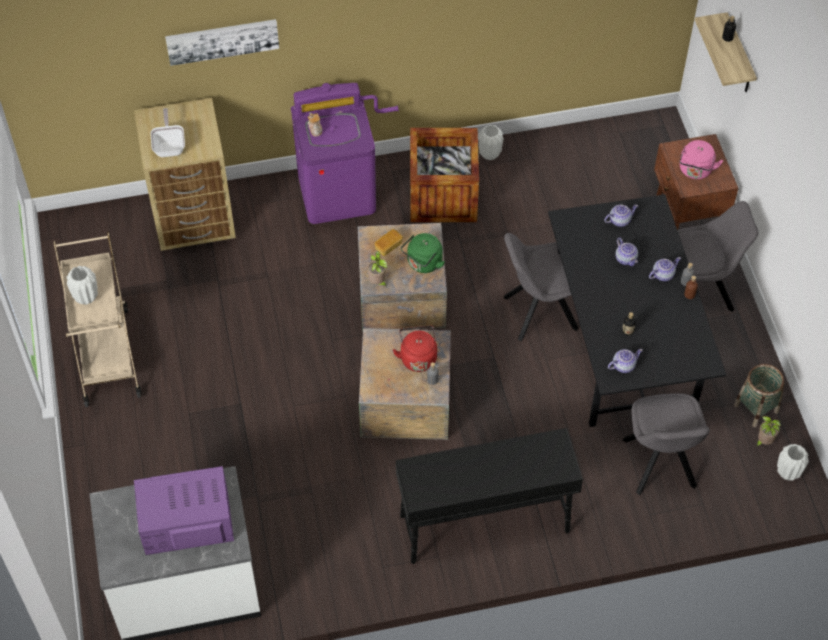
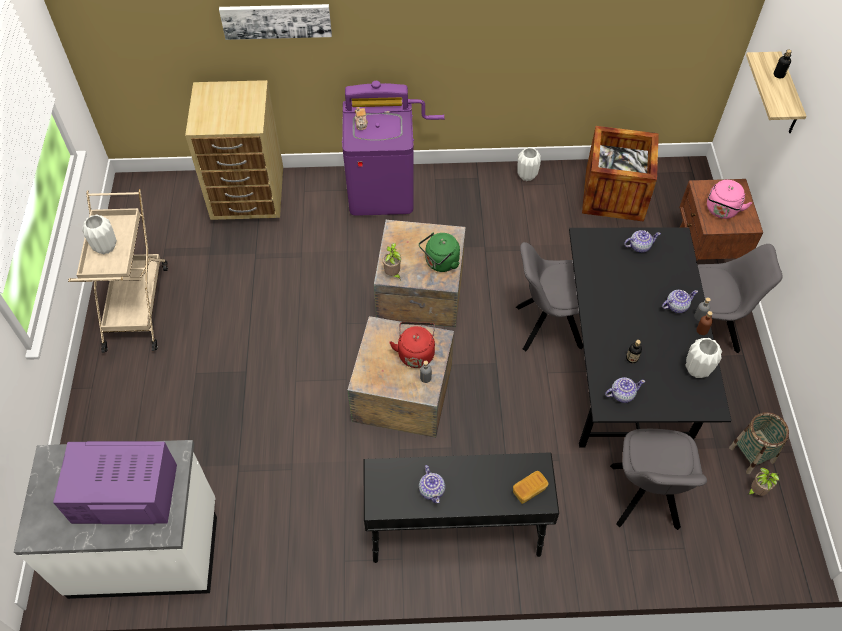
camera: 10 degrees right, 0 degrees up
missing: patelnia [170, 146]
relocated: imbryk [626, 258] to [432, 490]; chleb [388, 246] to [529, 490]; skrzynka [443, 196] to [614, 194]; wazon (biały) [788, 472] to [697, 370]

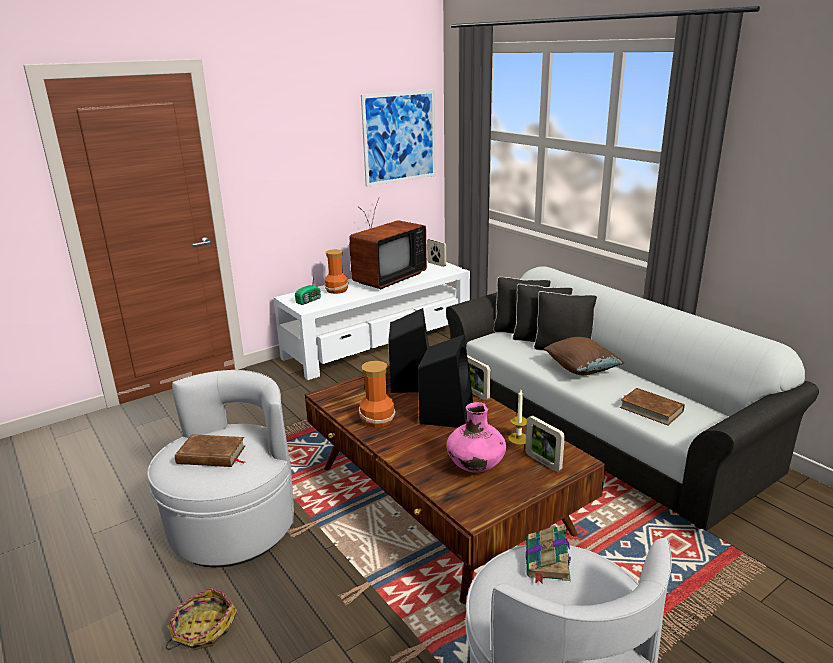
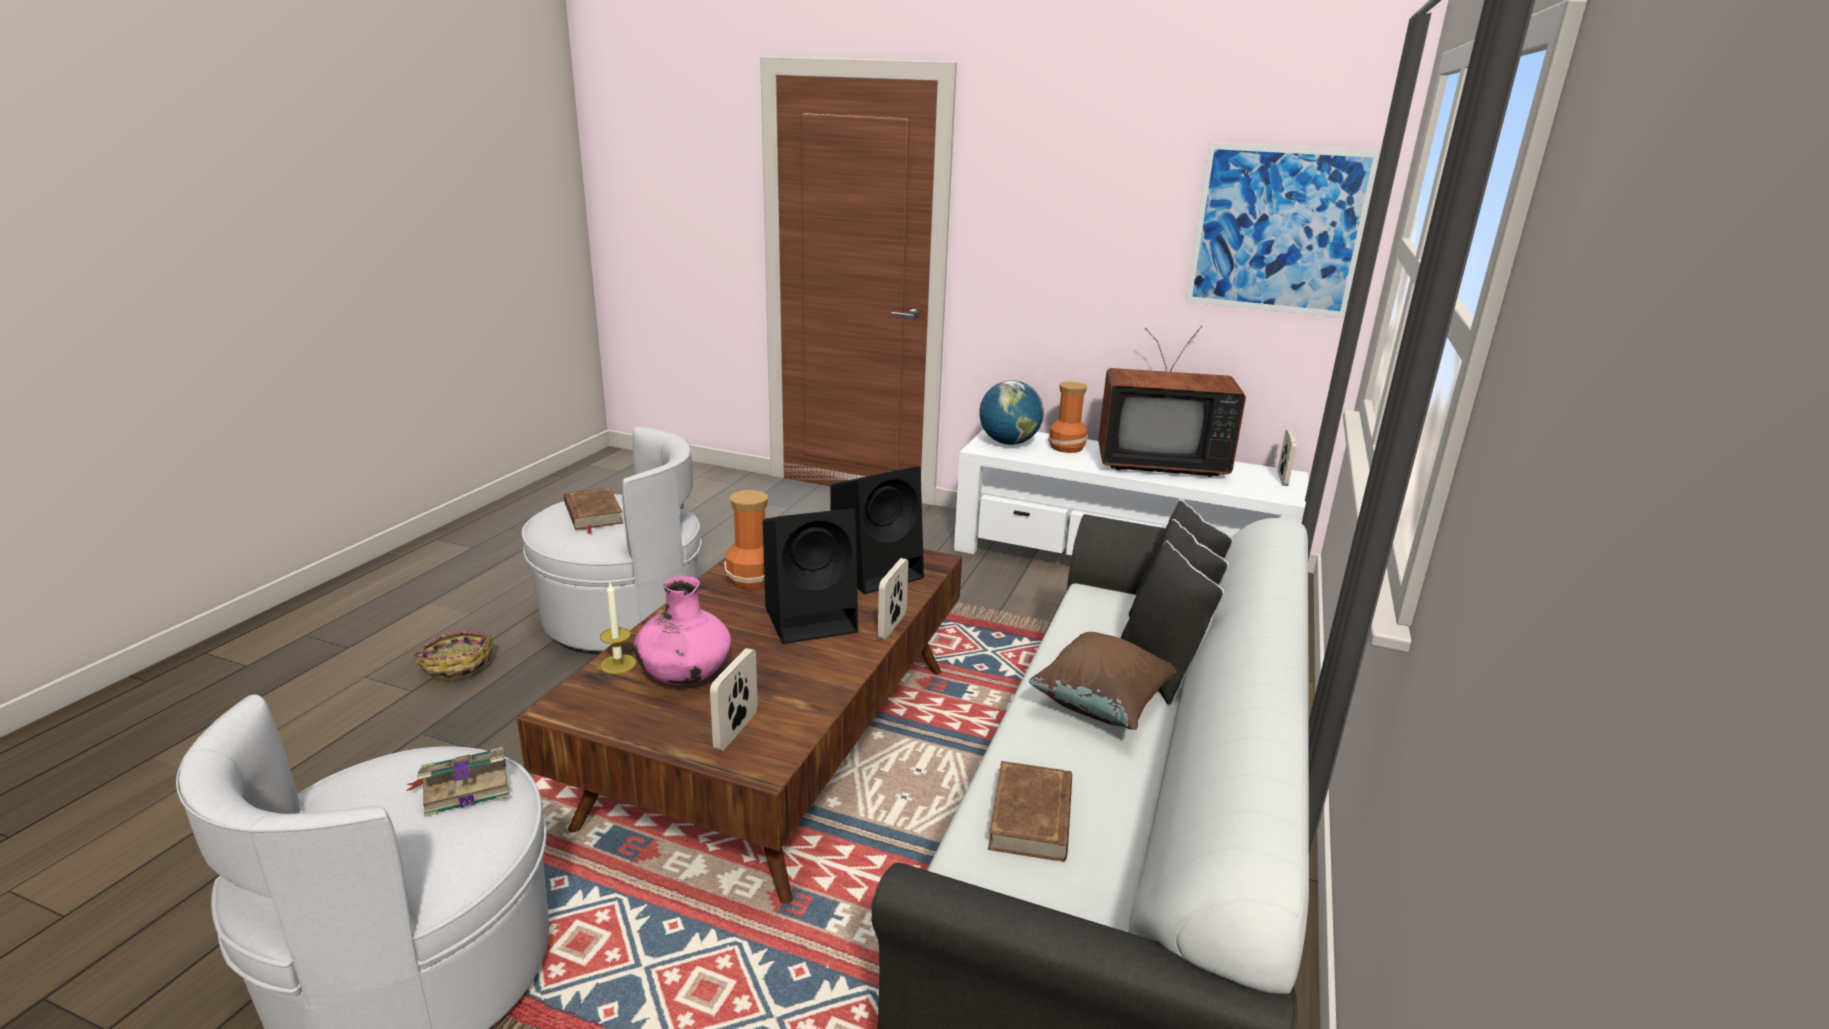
camera: 55 degrees right, 0 degrees up
relocated: świeca [518, 438] to [618, 664]
exchanged: radio [309, 300] to globus [1008, 443]

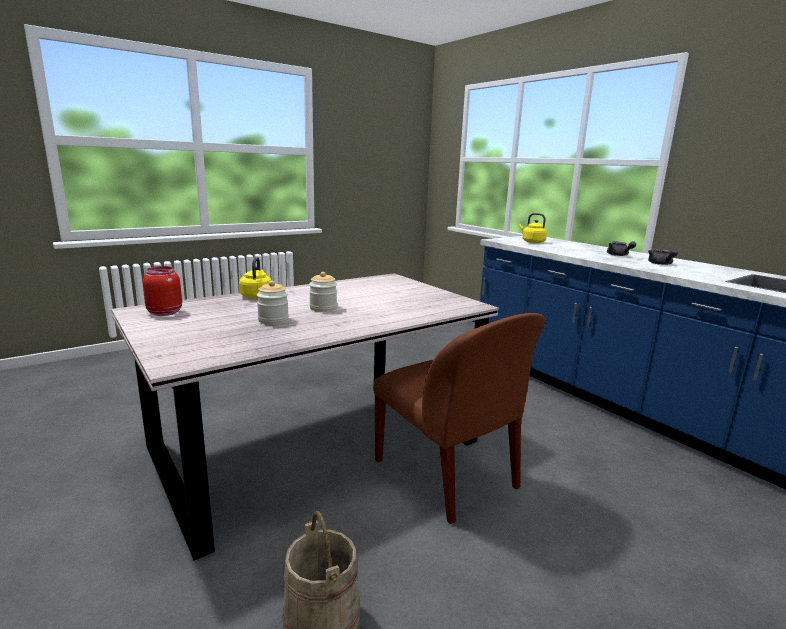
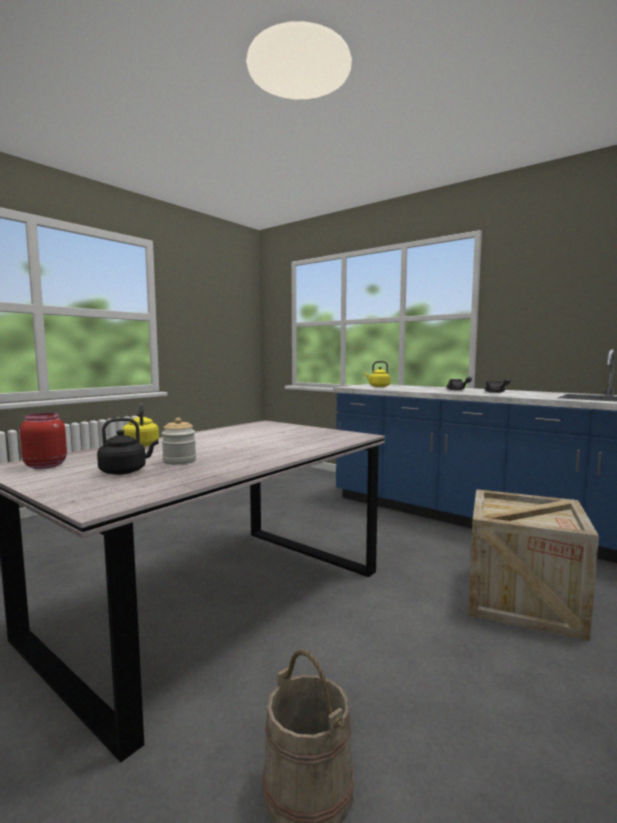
camera: 15 degrees left, 10 degrees down
missing: słoik [323, 308]; krzesło (brązowy) [447, 475]
appeared: czajnik (czarny) [125, 471]; skrzynka [522, 600]

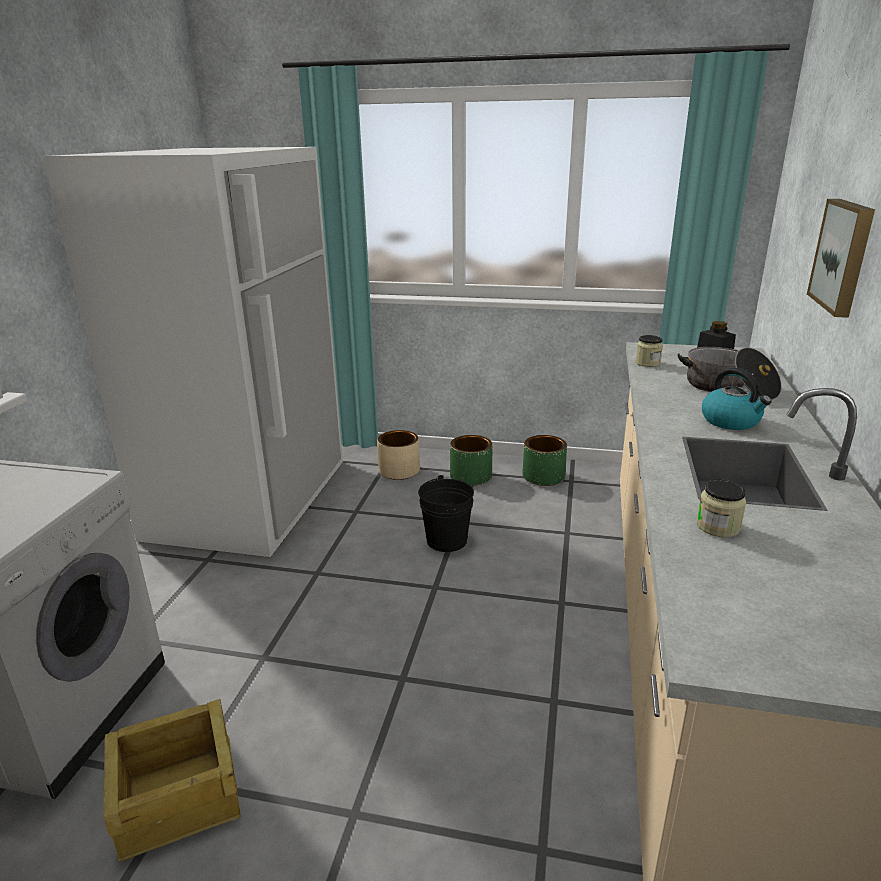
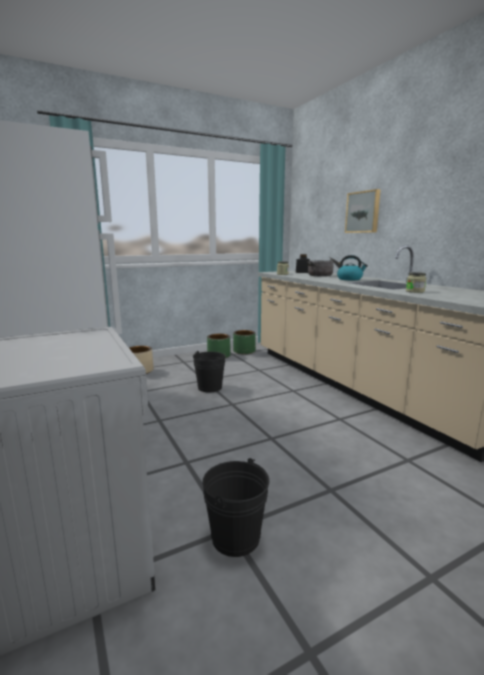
camera: 40 degrees left, 10 degrees down
relocated: donica (zielony) [471, 477] to [244, 351]
exchanged: skrzynka [177, 796] to wiadro (czarny) [235, 537]

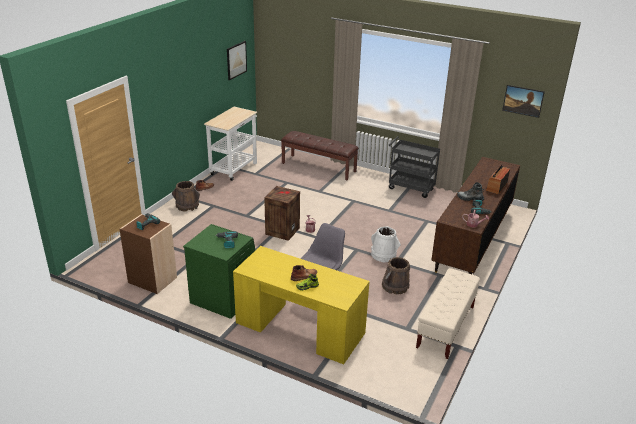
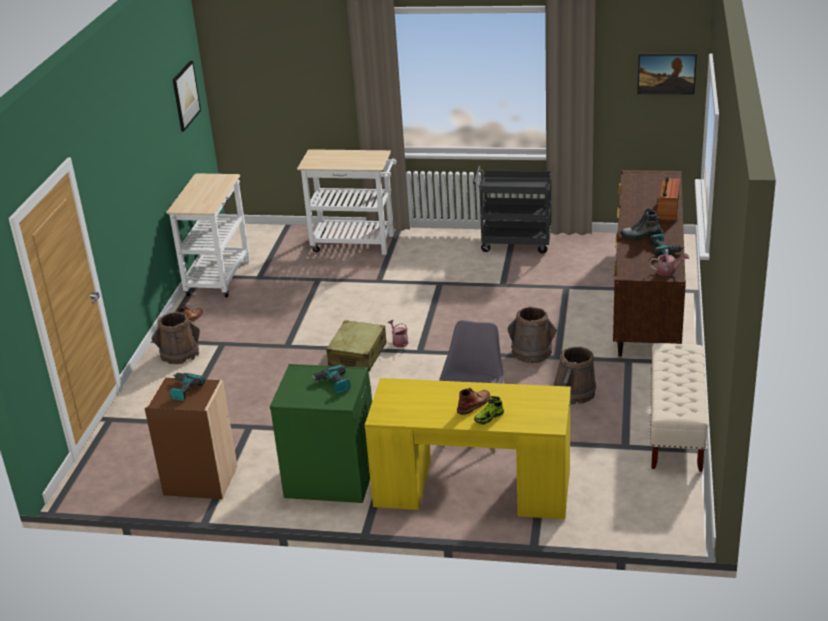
camera: 15 degrees left, 0 degrees up
exchanged: ławka (brązowy) [319, 167] to wózek (biały) [354, 243]; skrzynka [282, 230] to walizka (beżowy) [358, 354]
colour: wiadro (biały) [383, 255] to wiadro (brązowy) [532, 352]

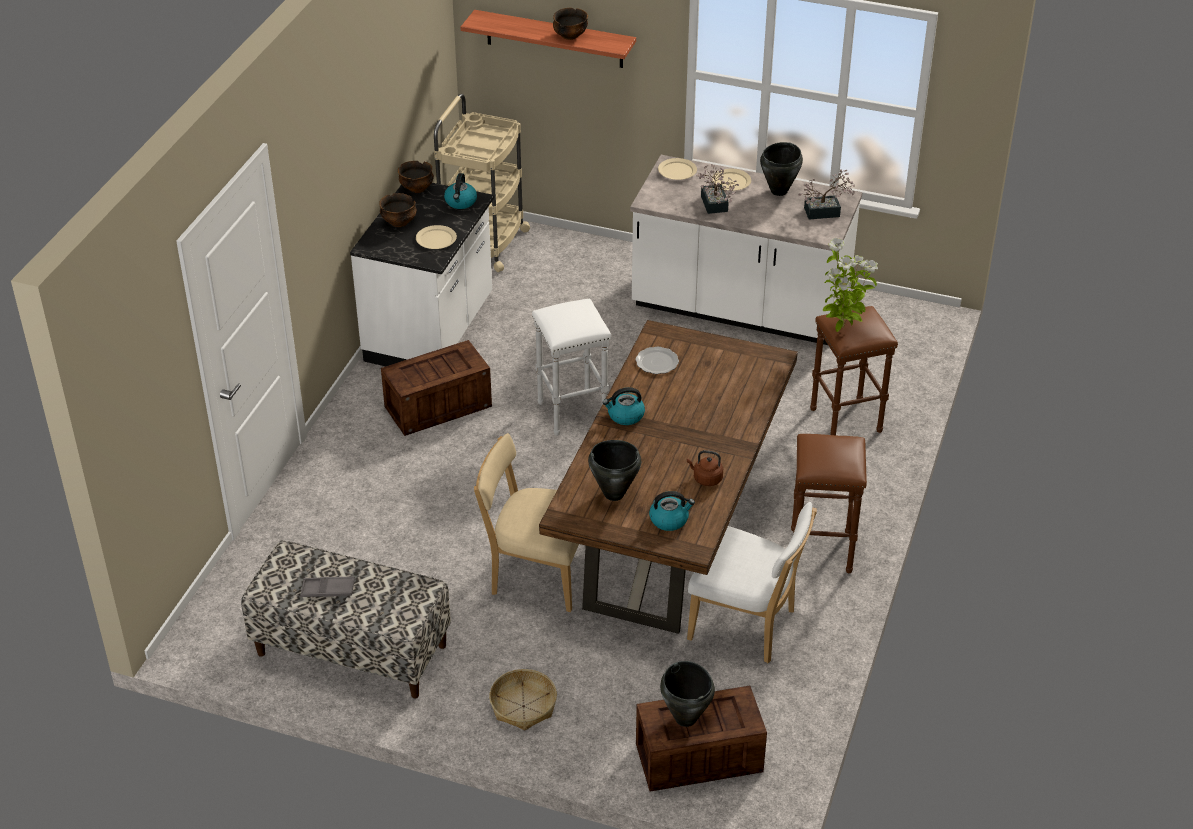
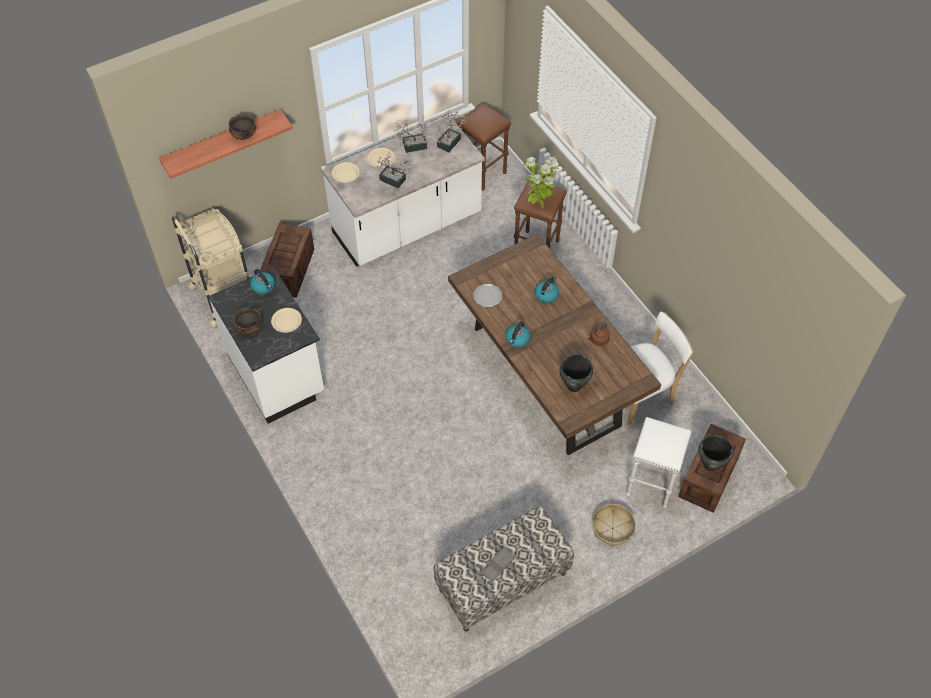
camera: 50 degrees left, 15 degrees up
missing: miska [417, 188]; krzesło (beżowy) [537, 575]
relocated: skrzynka [439, 406] to [289, 269]; stołek (brązowy) [822, 551] to [484, 172]; czajnik [669, 519] to [546, 294]; stołek (biały) [573, 411] to [650, 483]
exchanged: garnek (czarny) [779, 191] to roślina doniczkowa [412, 146]

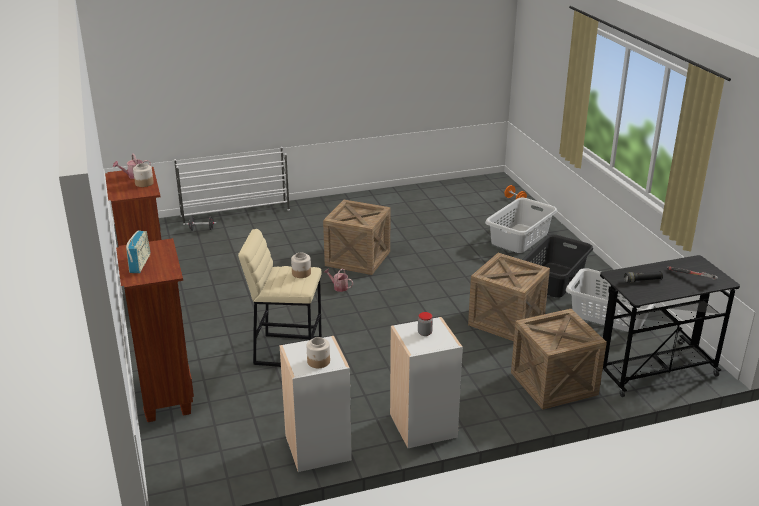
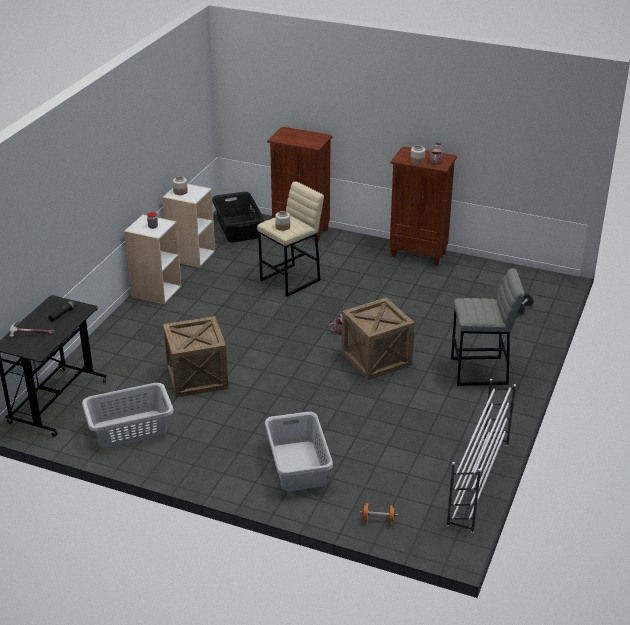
camera: 130 degrees right, 5 degrees up
missing: radio [140, 264]; skrzynka [554, 383]
appeared: stołek (szary) [481, 371]
relocated: kosz na pranie (czarny) [553, 280] to [238, 228]; regał na buty (biały) [236, 213] to [478, 484]

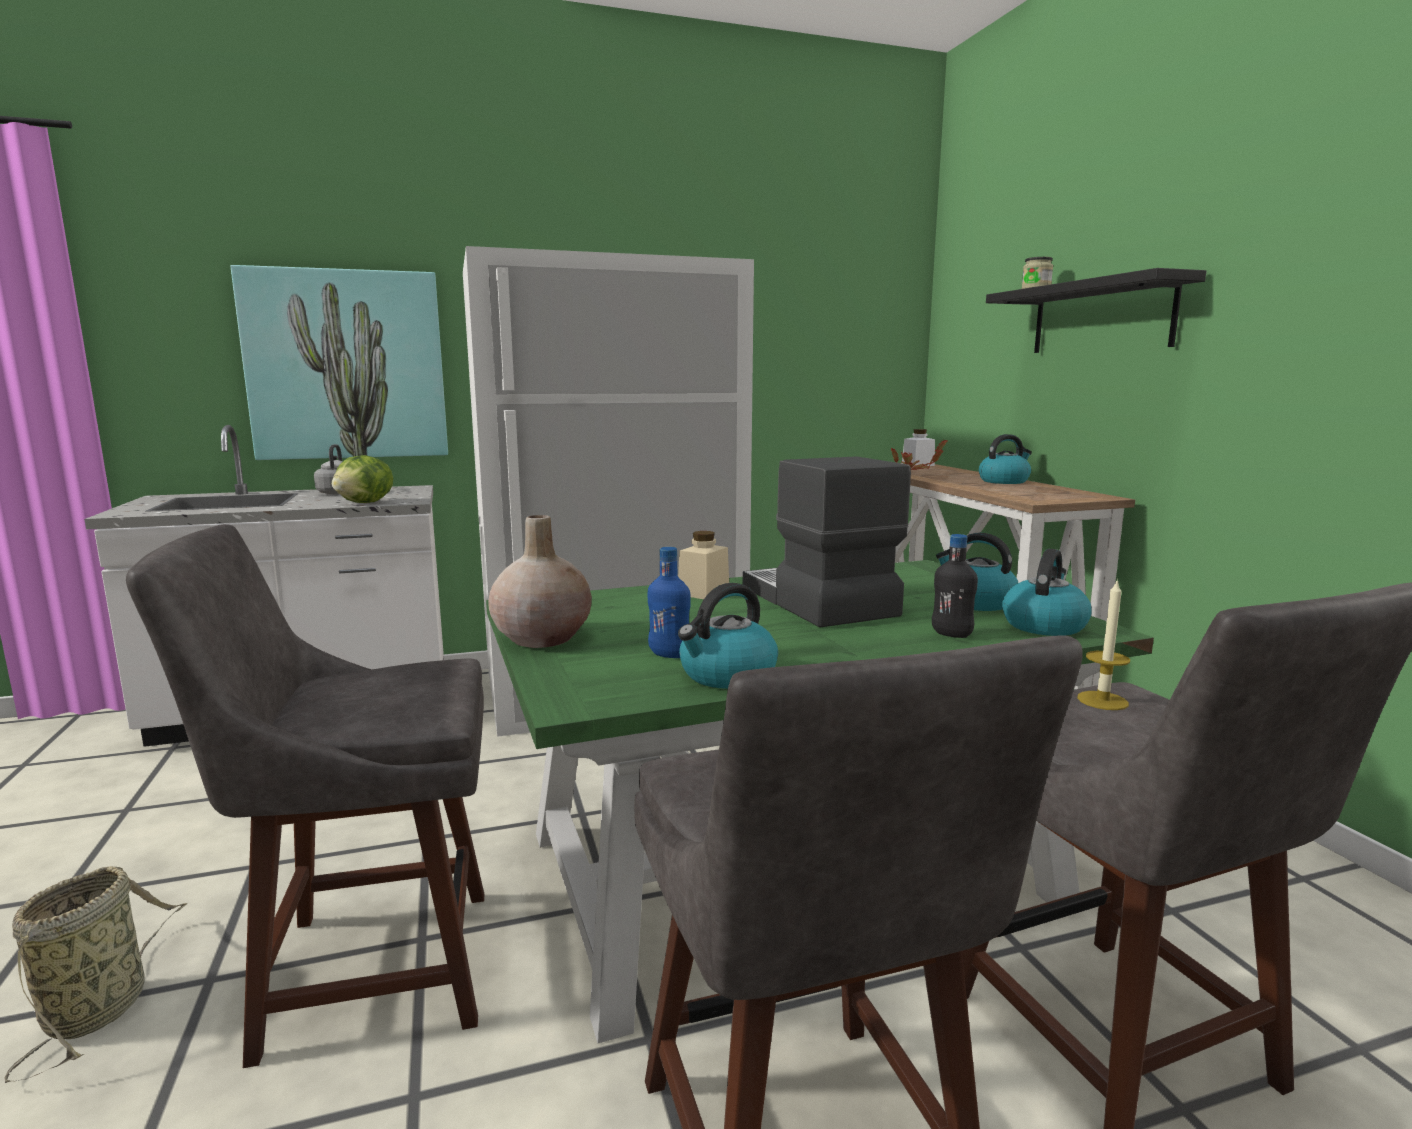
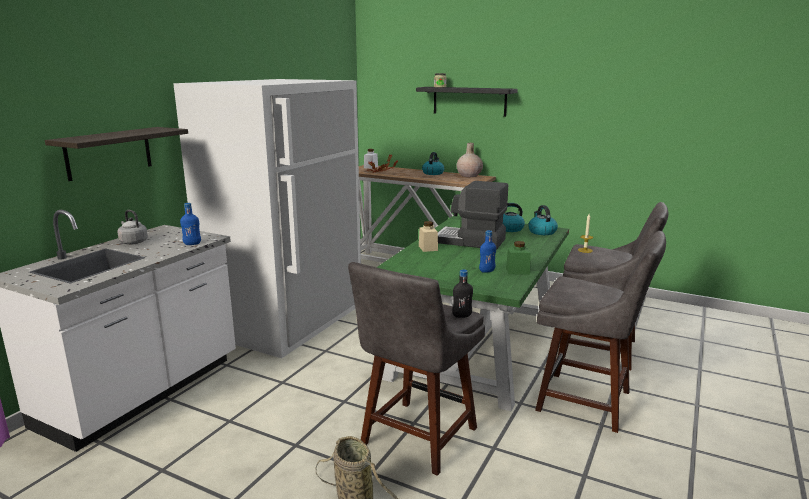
camera: 45 degrees left, 5 degrees up
relocated: butelka (czarny) [951, 634] to [462, 316]; wazon (beżowy) [543, 638] to [469, 175]
exchanged: obraz [347, 365] to półka [109, 153]; sałata [366, 503] to butelka (niebieski) [192, 244]; czajnik [727, 675] to słoik (zielony) [517, 271]

